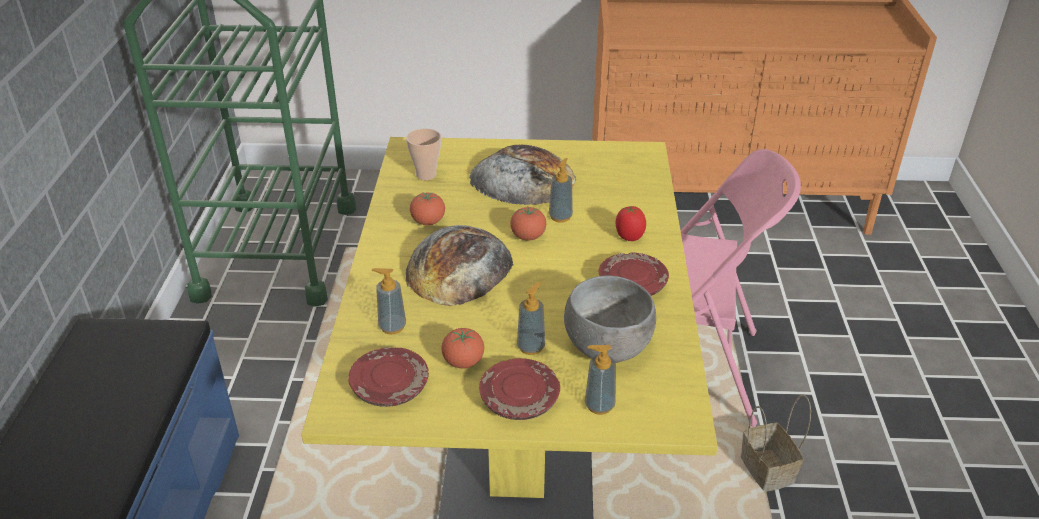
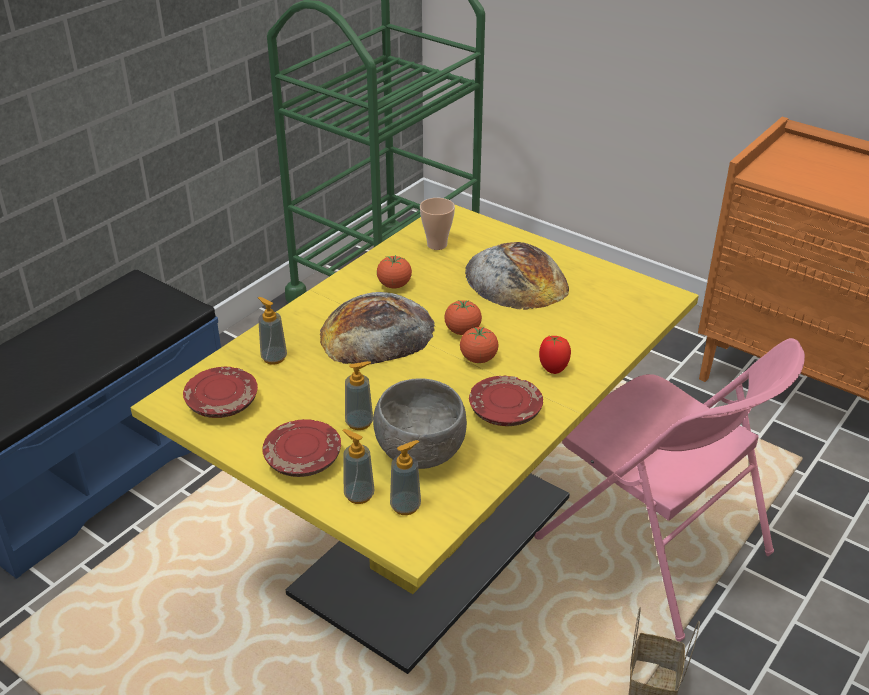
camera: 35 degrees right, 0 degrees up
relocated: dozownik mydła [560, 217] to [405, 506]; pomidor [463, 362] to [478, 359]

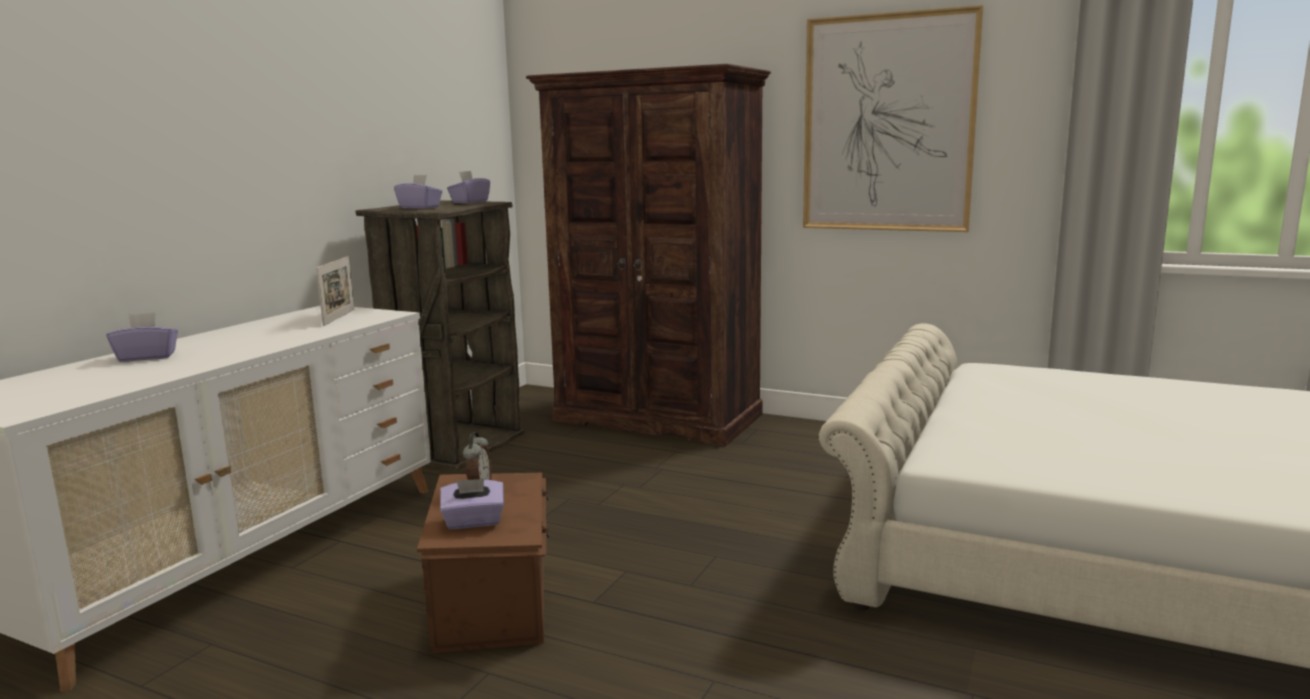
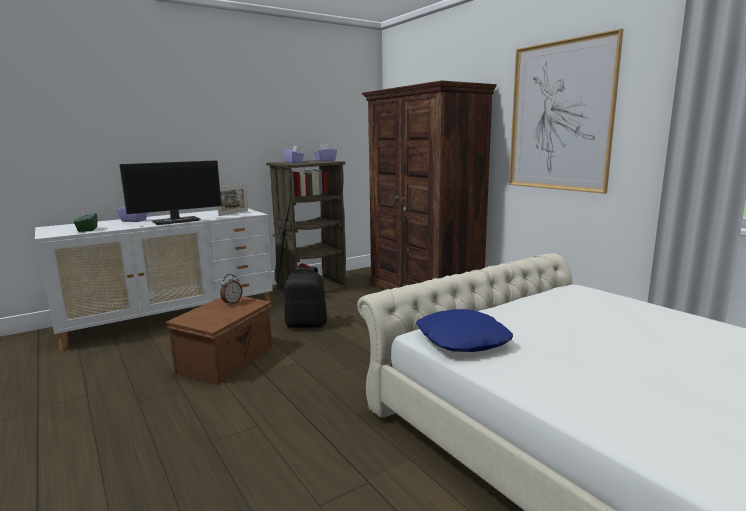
camera: 30 degrees right, 0 degrees up
missing: pudełko chusteczek (fioletowy) [474, 522]
appeared: pudełko chusteczek (zielony) [87, 230]; monitor [177, 221]; plecak (czarny) [306, 324]; poduszka (niebieski) [461, 340]

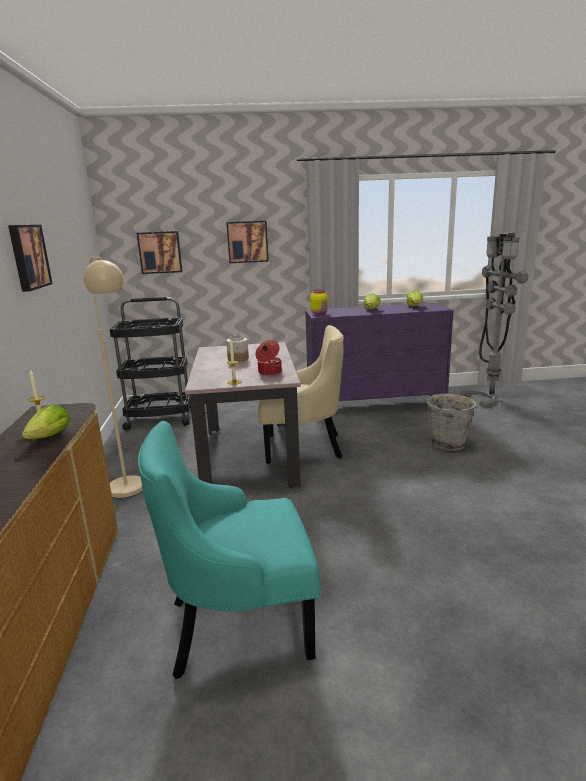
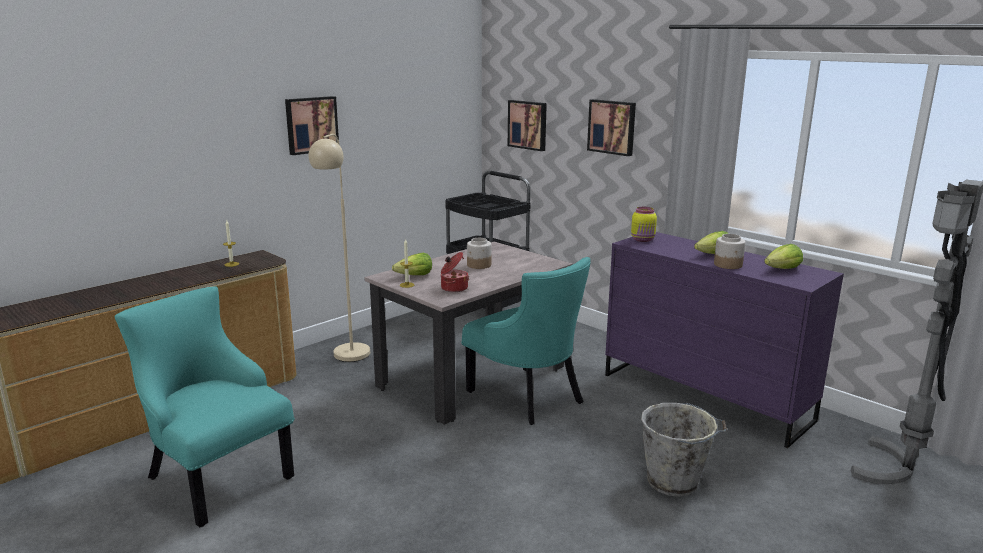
camera: 50 degrees right, 0 degrees up
appeared: słoik [728, 265]
relocated: sałata [50, 437] to [414, 276]
colour: krzesło (beżowy) [302, 448] to krzesło (turkusowy) [524, 396]

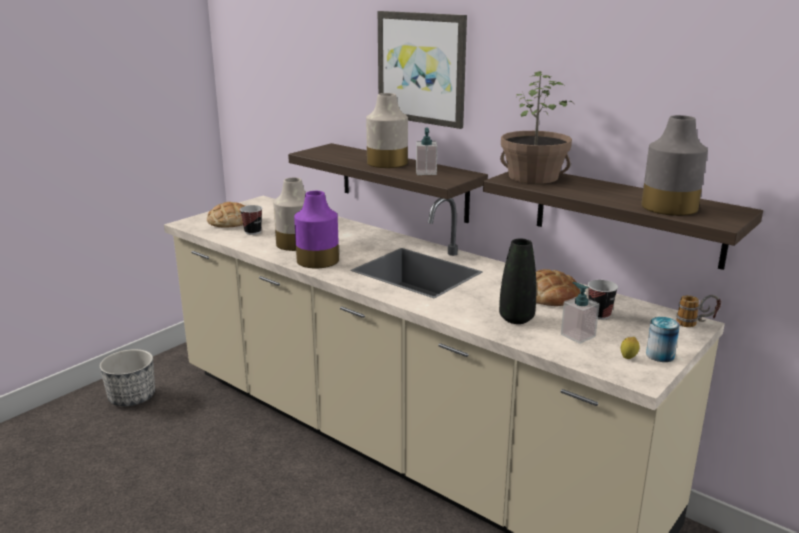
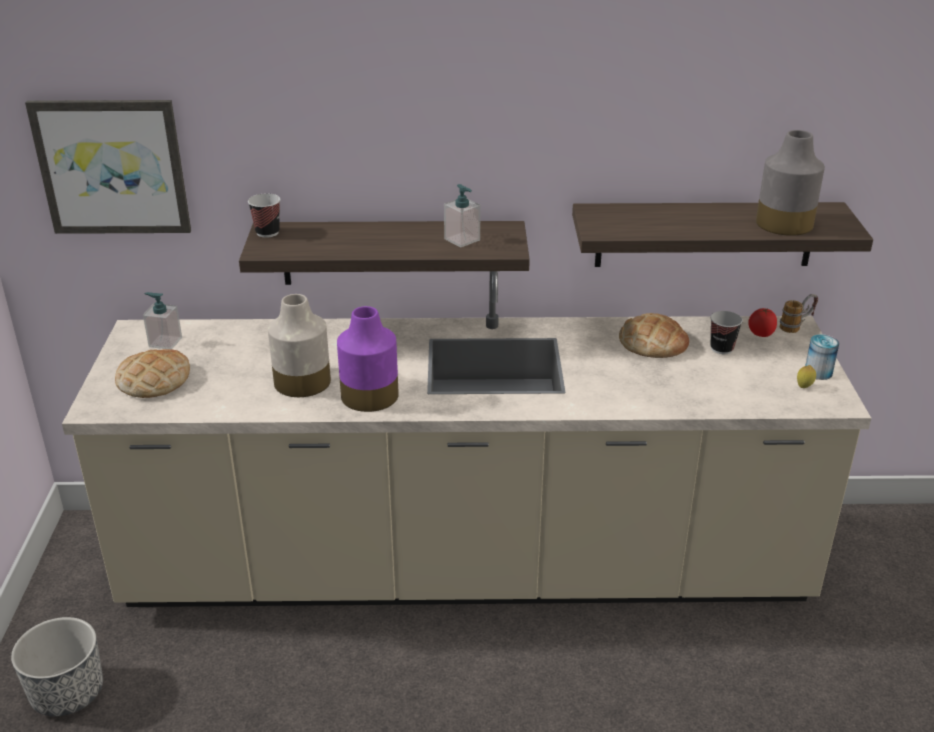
camera: 40 degrees left, 10 degrees up
missing: wazon (beżowy) [387, 163]; wazon (czarny) [516, 319]; roślina doniczkowa [533, 177]
appeared: pomidor [760, 334]
relocated: obraz [422, 68] to [112, 167]; dozownik mydła [577, 335] to [165, 342]; filiżanka [253, 232] to [267, 232]

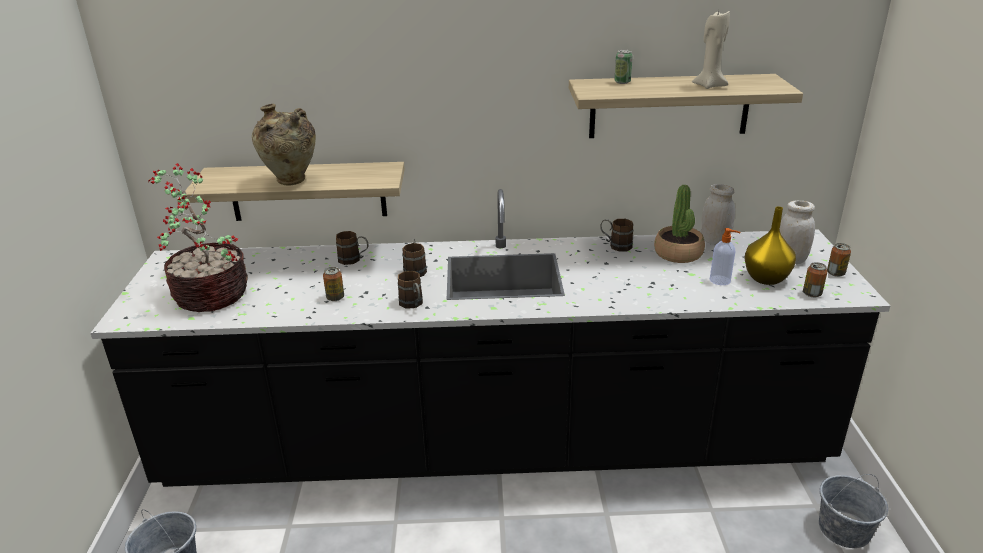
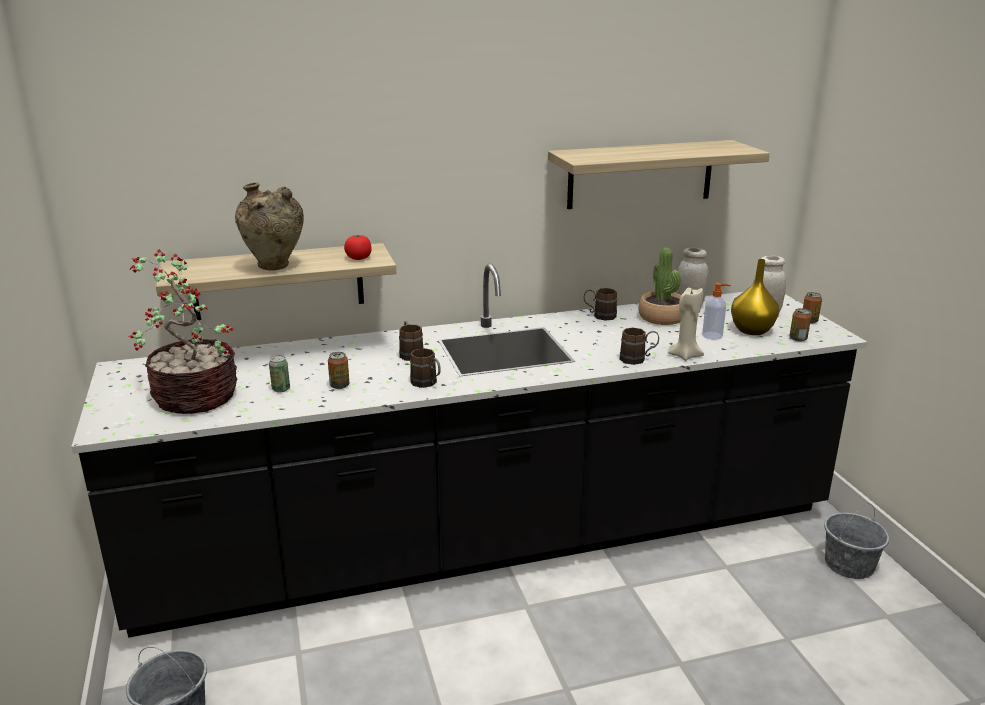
camera: 15 degrees left, 5 degrees down
appeared: pomidor [358, 258]
relocated: puszka [622, 82] to [281, 389]; kubek (brązowy) [354, 260] to [638, 359]; świeca (beżowy) [709, 86] to [685, 356]

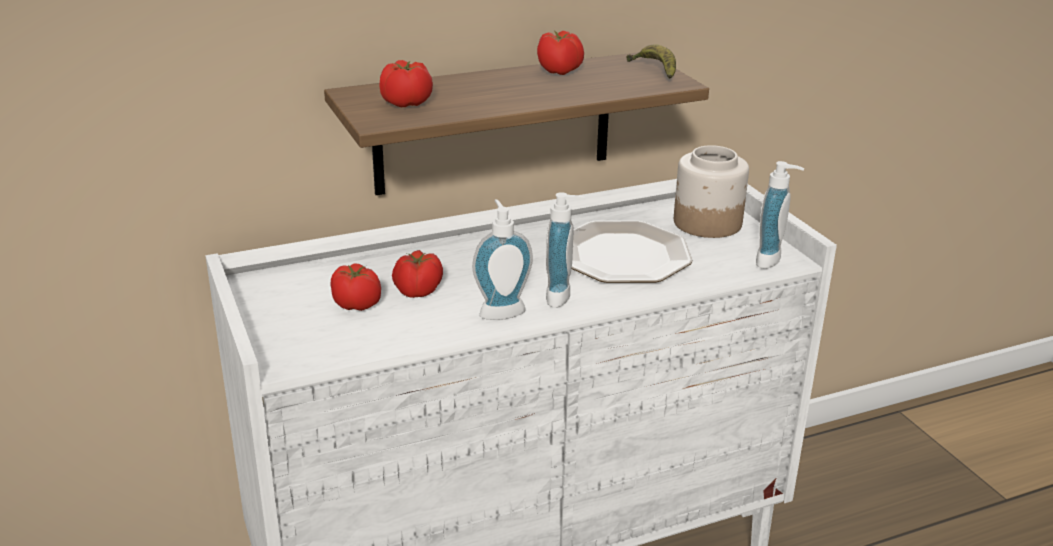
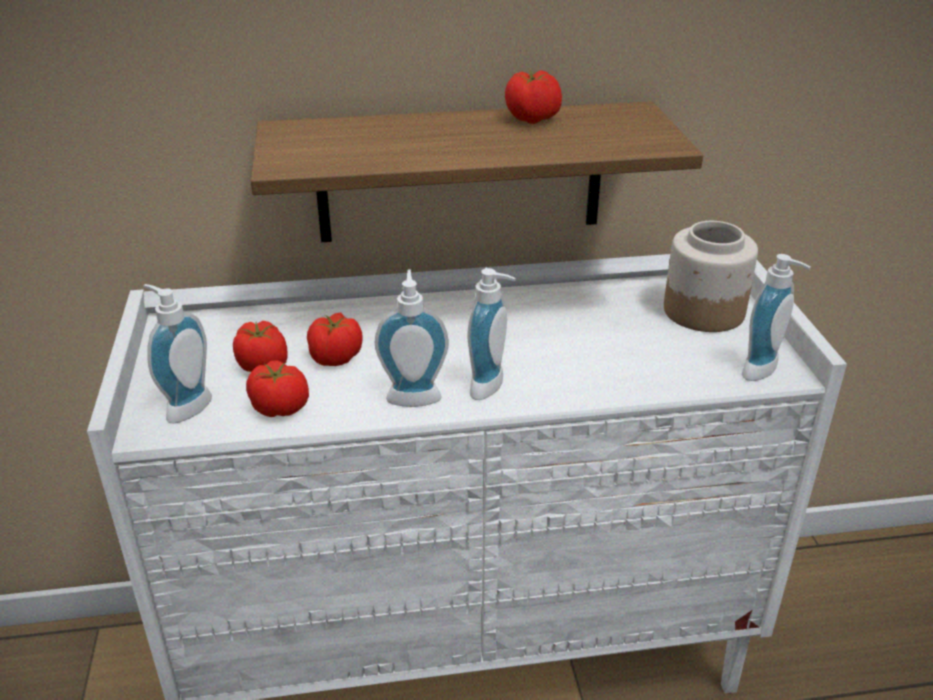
camera: 15 degrees right, 5 degrees up
missing: talerz [621, 254]; banan [654, 70]
appeared: dozownik mydła [184, 406]
relocated: pomidor [406, 104] to [280, 408]

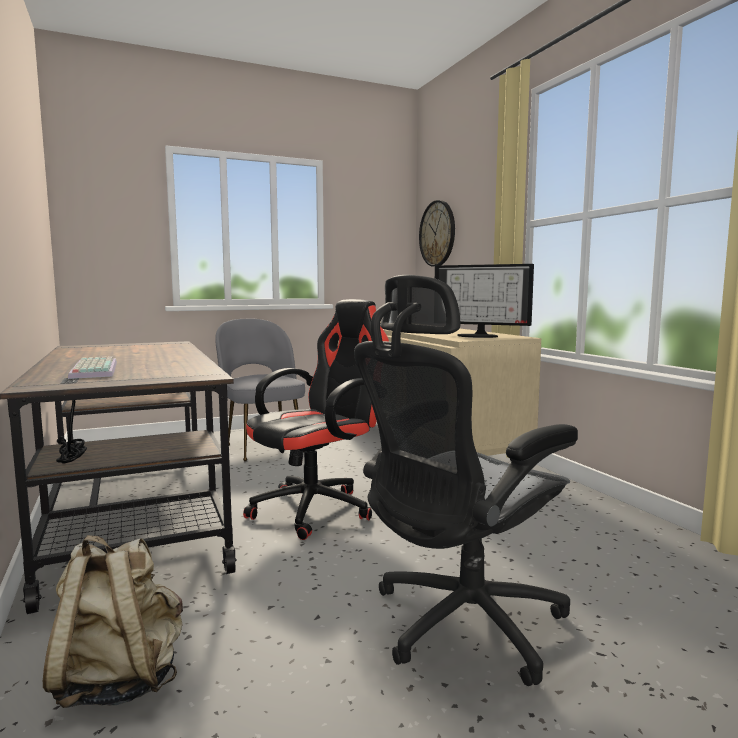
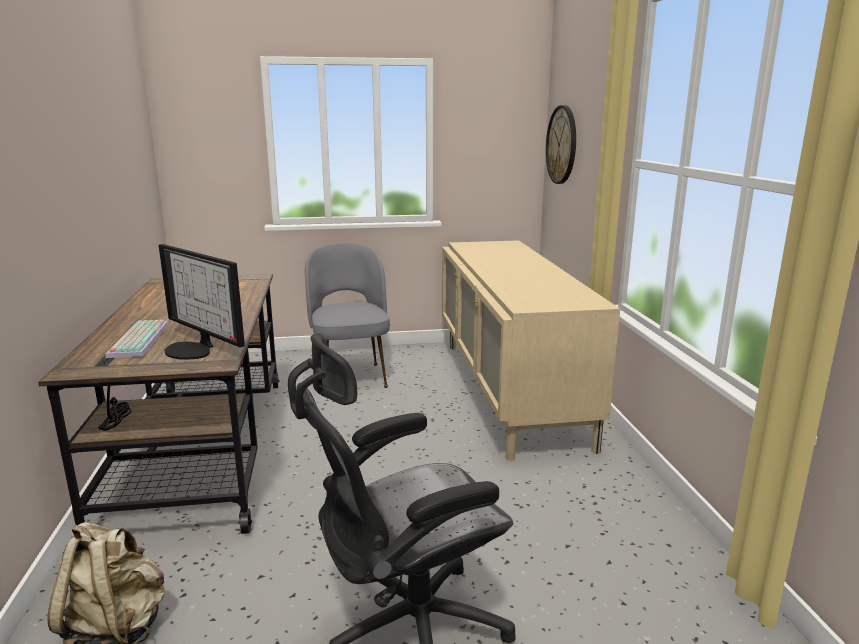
camera: 15 degrees right, 10 degrees up
missing: krzesło biurowe (czarny) [319, 508]
relocated: monitor [479, 336] to [194, 349]

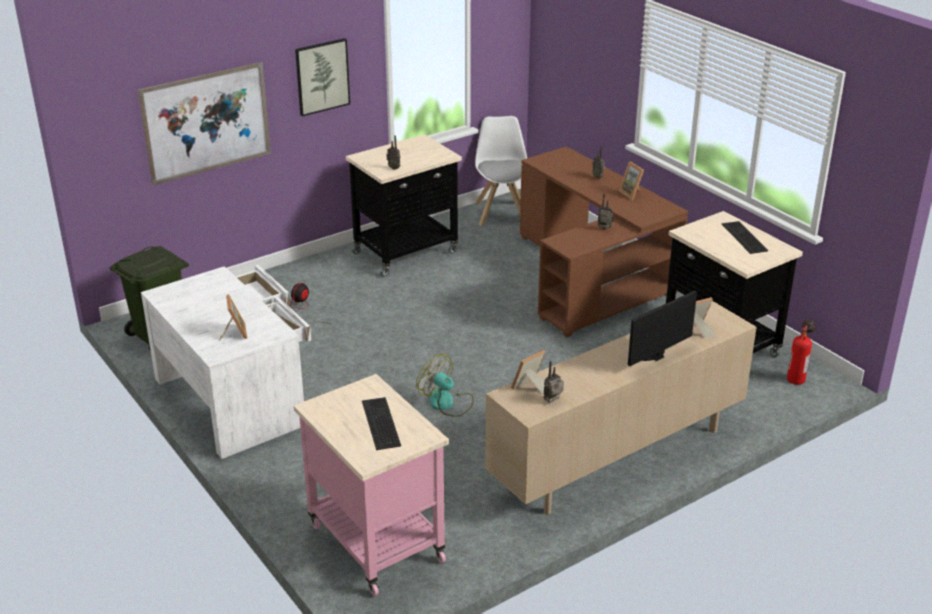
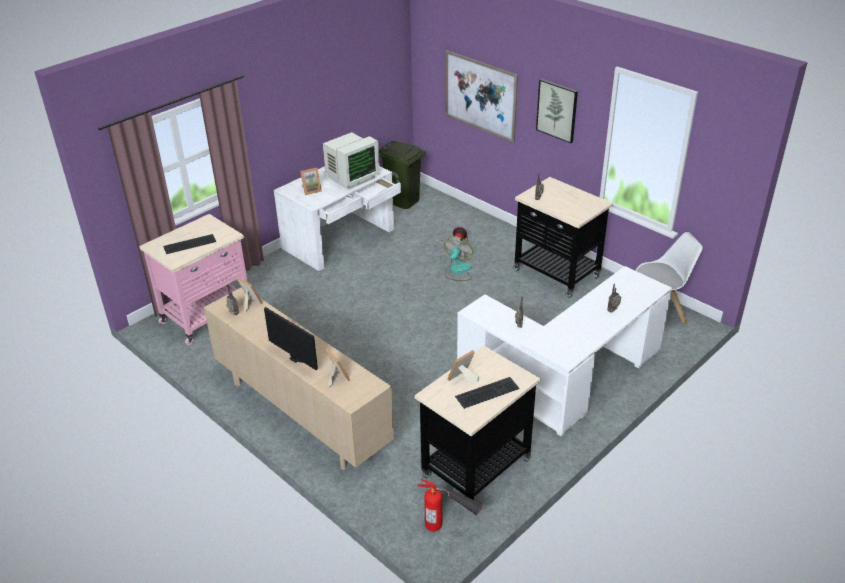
camera: 80 degrees right, 5 degrees up
appeared: monitor [351, 177]
relocated: wentylator [447, 403] to [457, 271]; ramka na zdjęcie [632, 193] to [463, 379]
colour: biurko (brązowy) [593, 277] to biurko (biały) [565, 380]

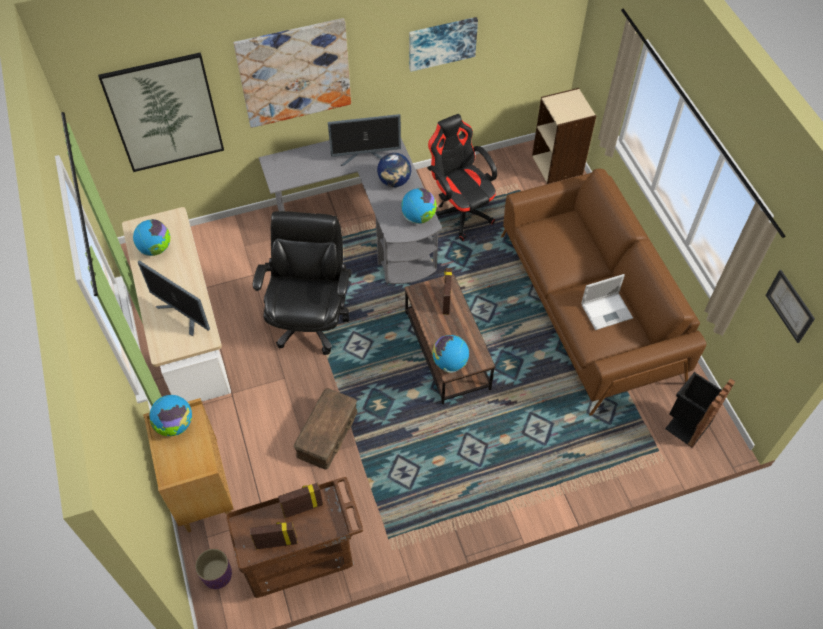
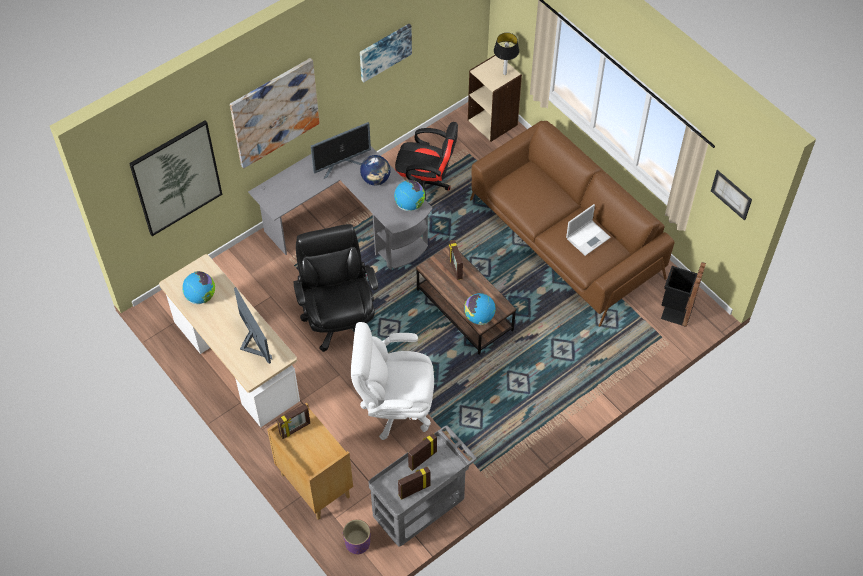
camera: 20 degrees left, 0 degrees up
appeared: lampa stołowa [504, 73]
exchanged: globus [175, 425] to ramka na zdjęcie [295, 429]; pojemnik do przechowywania (brązowy) [326, 433] to krzesło biurowe (biały) [395, 407]
colour: wózek (brązowy) [305, 561] to wózek (szary) [422, 509]
spun: monitor [184, 314] = [253, 343] 135 degrees counterclockwise; krzesło biurowe (czarny) [460, 211] = [426, 188] 150 degrees clockwise

